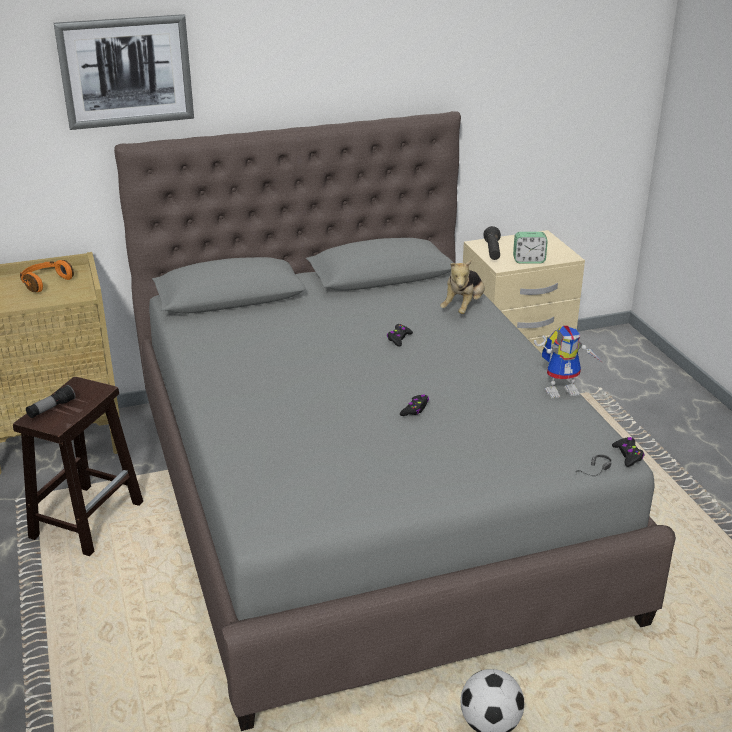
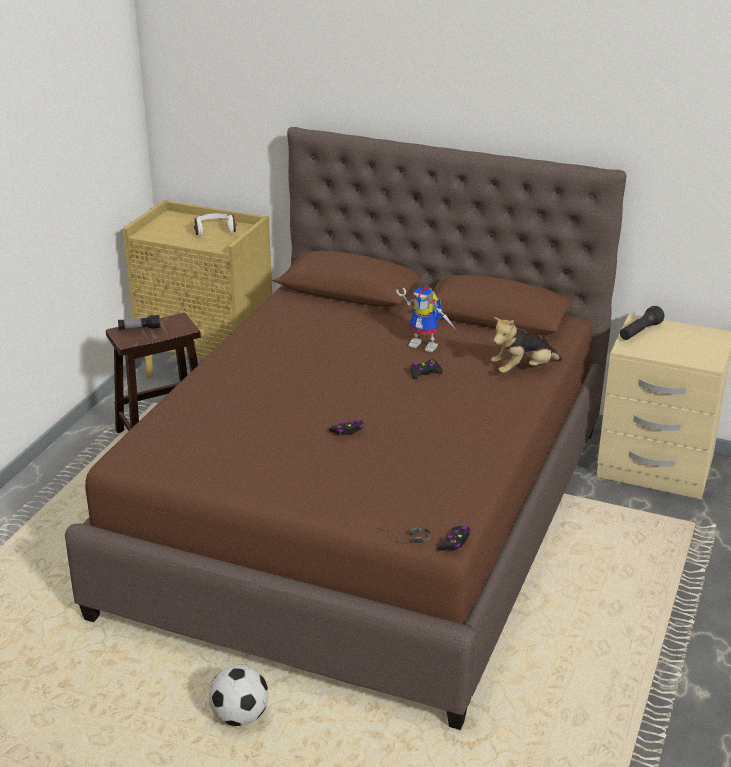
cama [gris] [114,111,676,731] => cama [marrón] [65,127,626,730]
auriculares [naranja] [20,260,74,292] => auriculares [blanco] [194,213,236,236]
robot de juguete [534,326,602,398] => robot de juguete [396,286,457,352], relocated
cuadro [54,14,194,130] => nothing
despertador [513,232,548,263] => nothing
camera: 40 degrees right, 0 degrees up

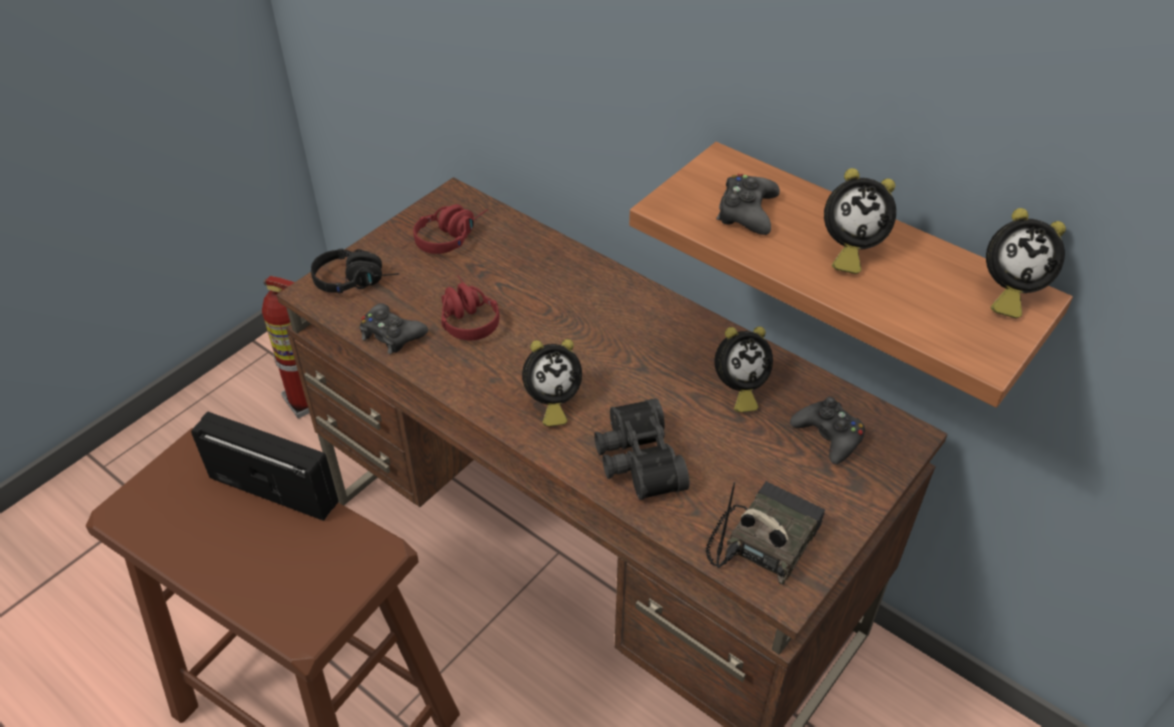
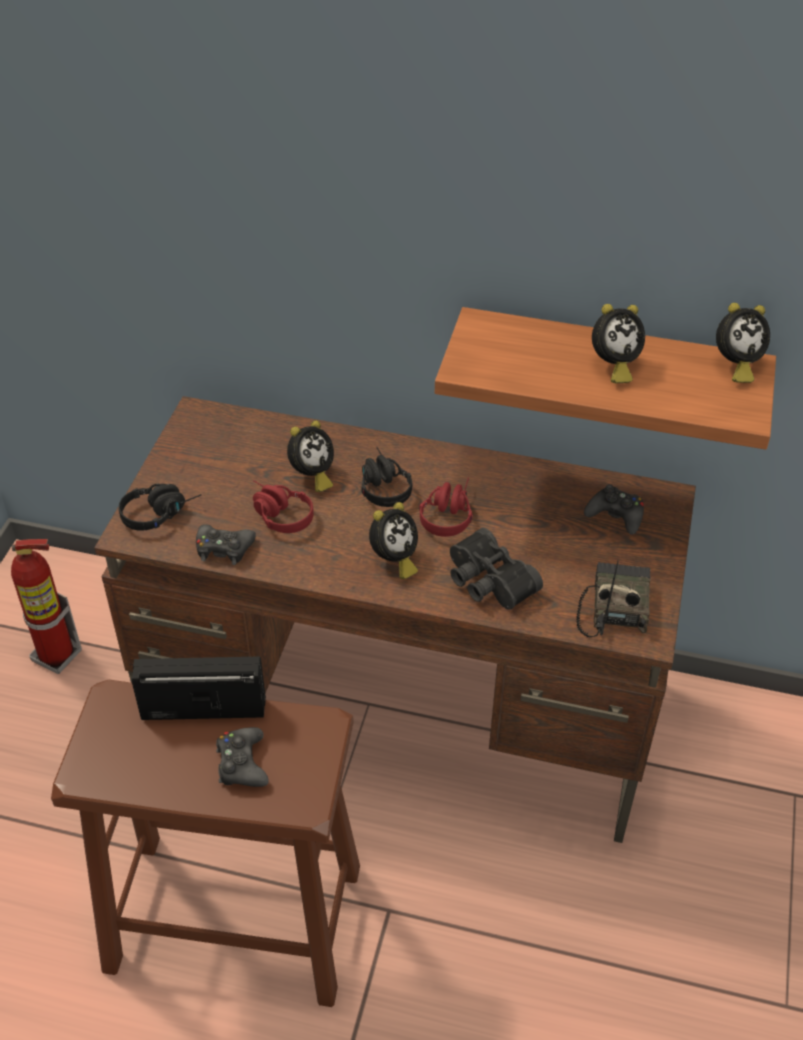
mando de consola [negro] [716,174,780,235] => mando de consola [negro] [216,727,269,787], relocated
despertador [714,326,773,412] => despertador [287,420,334,492], relocated
nothing => auriculares [negro] [361,447,412,507]
auriculares [rojo] [413,204,488,254] => auriculares [rojo] [420,478,473,537], relocated
camera: 25 degrees left, 0 degrees up

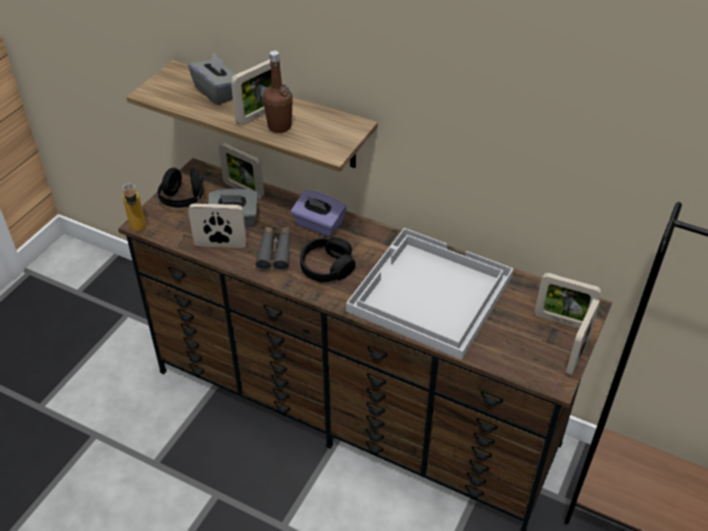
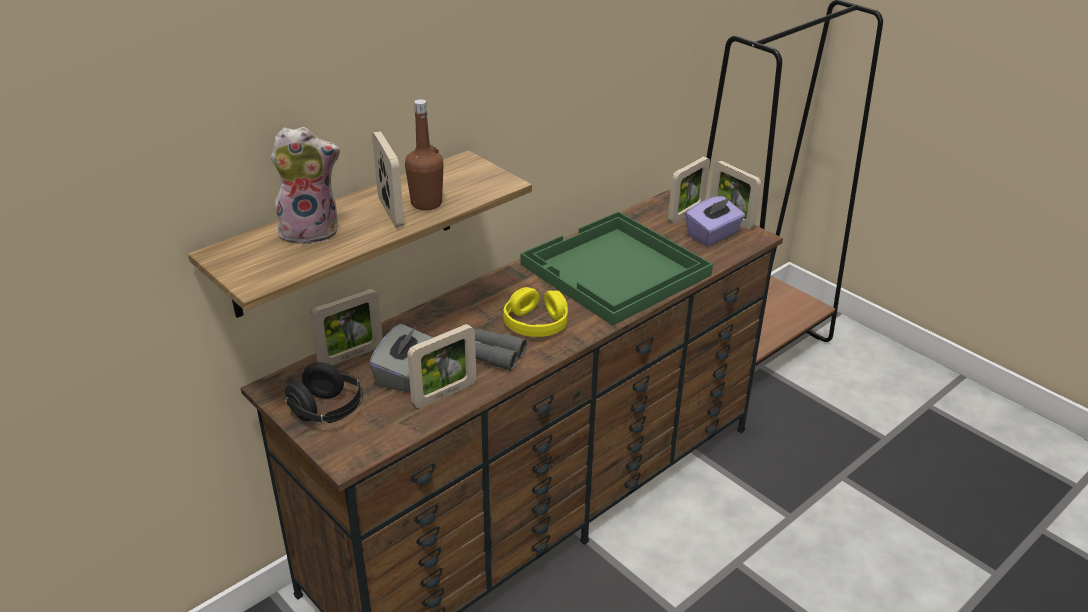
caja de pañuelos [gris] [188,53,236,105] => peluche [271,127,340,245]
portarretratos [188,204,247,248] => portarretratos [407,324,476,408], 150 degrees counterclockwise
auriculares [negro] [300,237,355,282] => auriculares [amarillo] [503,287,568,337]
bandeja [blanco] [346,228,514,360] => bandeja [verde] [520,211,713,326]
caja de pañuelos [morado] [291,190,347,237] => caja de pañuelos [morado] [685,196,745,246], relocated
botella [122,183,146,232] => nothing
camera: 70 degrees left, 10 degrees down

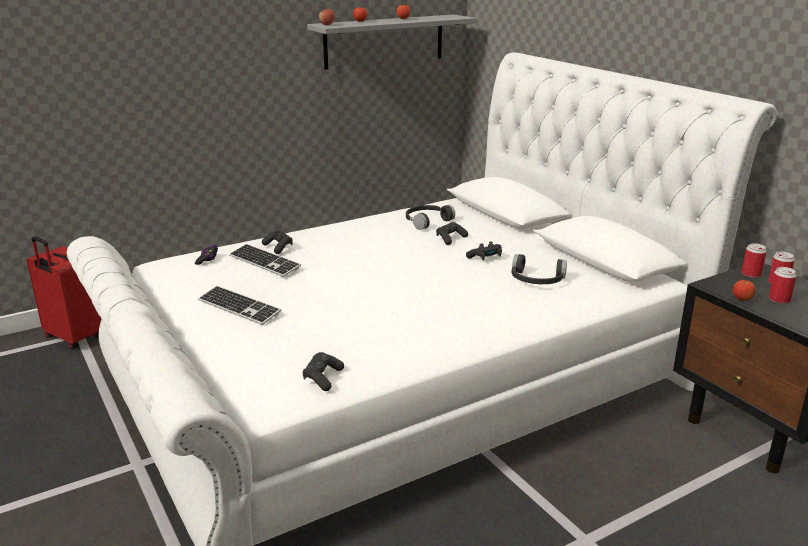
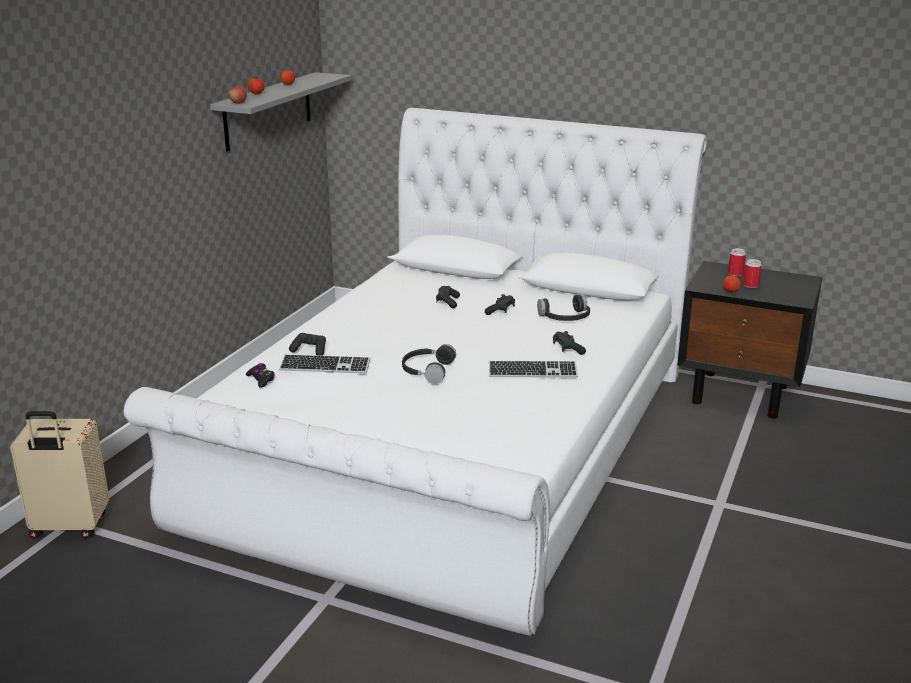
maleta [rojo] [27,236,101,350] => maleta [beis] [10,411,110,538]
auriculares [negro] [406,205,455,230] => auriculares [negro] [402,344,456,384], relocated
teclado [198,286,281,325] => teclado [489,361,578,378], relocated
mando de consola [negro] [303,352,344,391] => mando de consola [negro] [553,331,586,355], relocated
lata [741,243,767,278] => nothing
camera: 35 degrees left, 0 degrees up

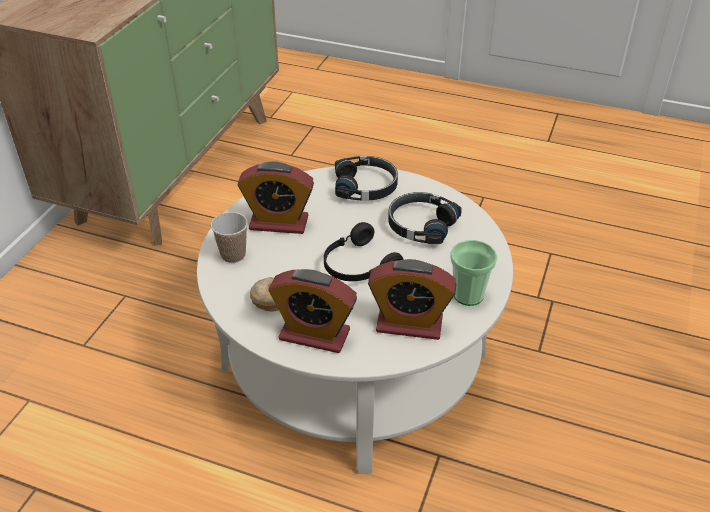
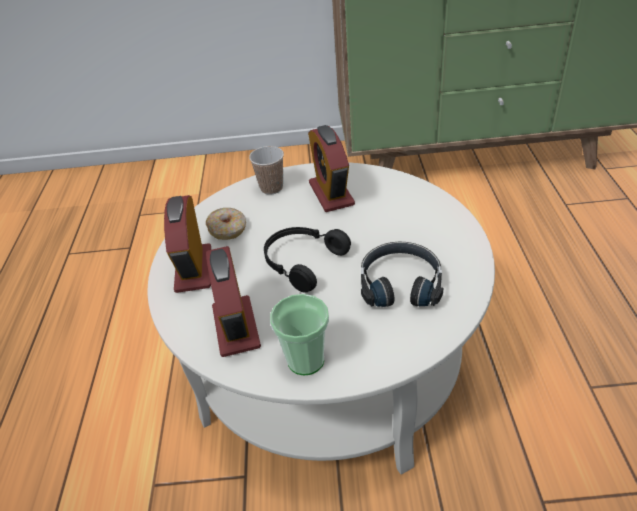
auriculares [negro] [335,156,398,200] => nothing
camera: 70 degrees right, 0 degrees up

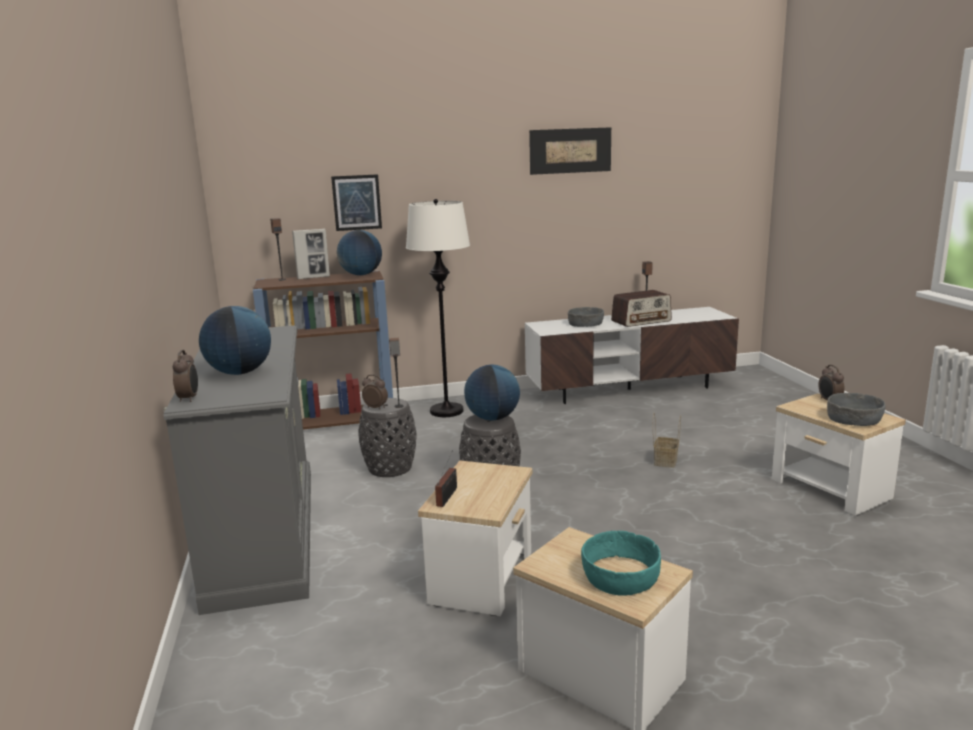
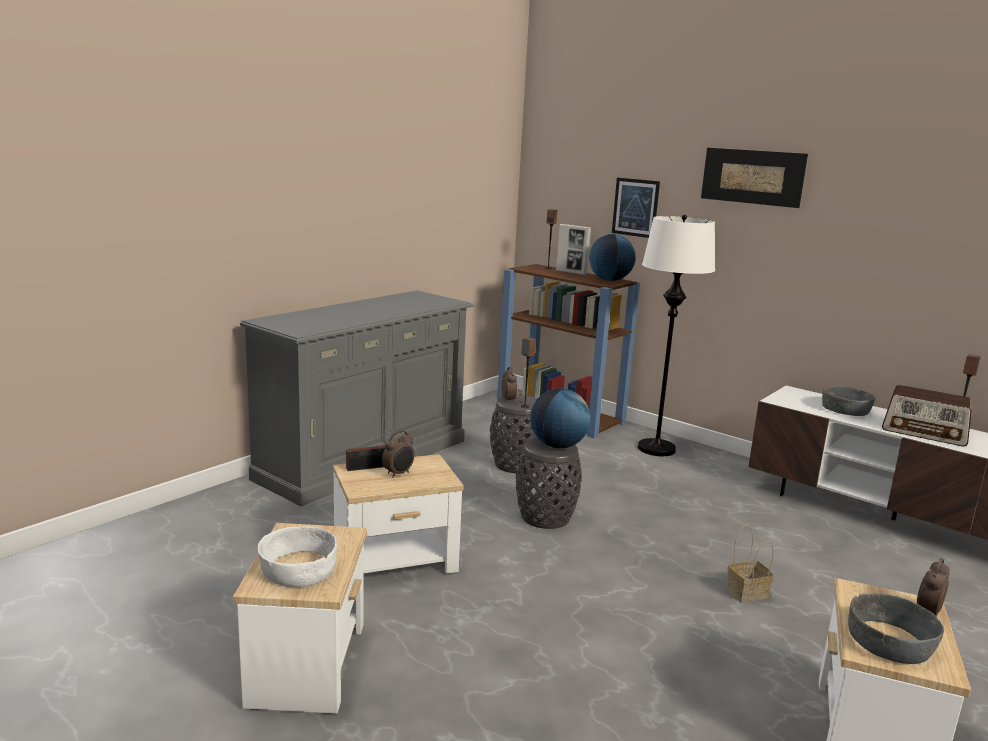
cuenco [turquesa] [581,531,661,596] => cuenco [blanco] [258,526,337,588]
despertador [173,350,198,402] => despertador [382,430,415,478], relocated
cuadro [529,127,611,175] => cuadro [701,148,808,208], relocated
globo terráqueo [199,306,271,375] => nothing
camera: 50 degrees right, 0 degrees up

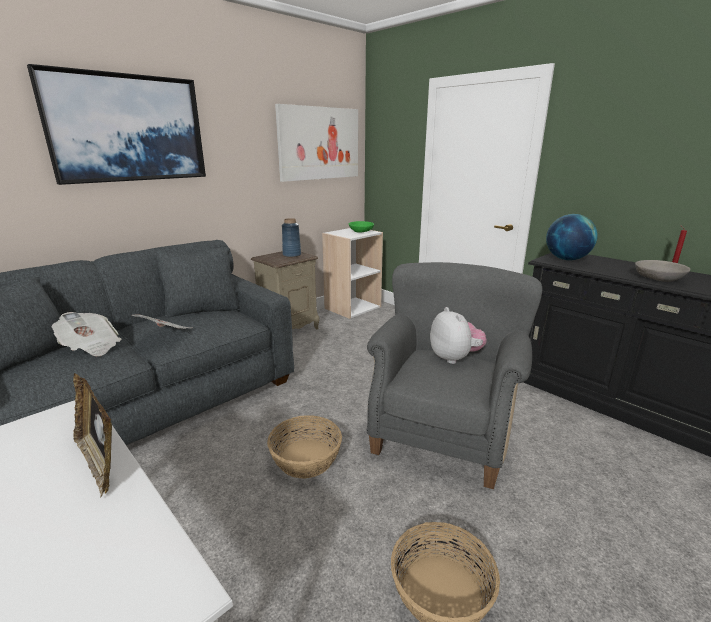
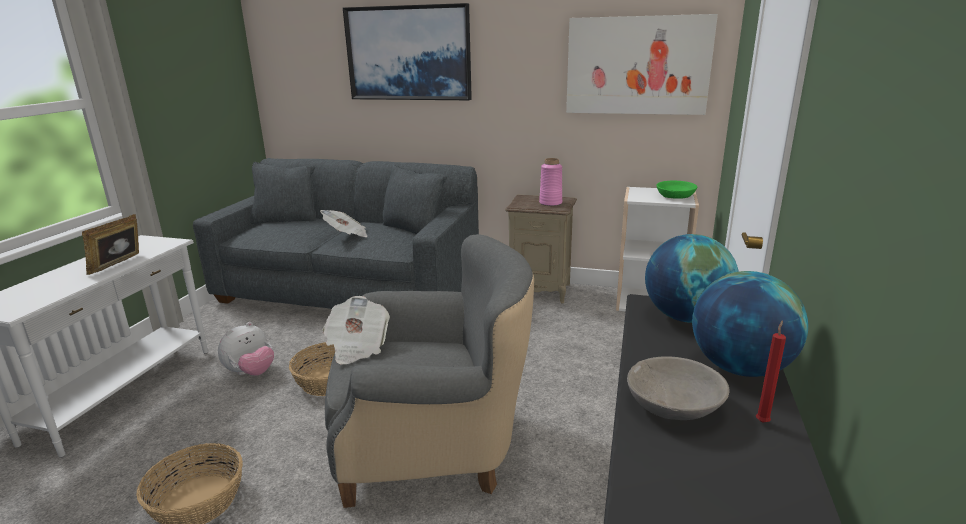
peluche [430,307,486,364] => peluche [218,322,274,376], relocated
periódico [52,312,121,356] => periódico [323,296,390,365], relocated
florero [azul] [282,218,301,257] => florero [rosa] [539,158,562,206]
nothing => globo terráqueo [692,271,808,377]
camera: 60 degrees right, 0 degrees up

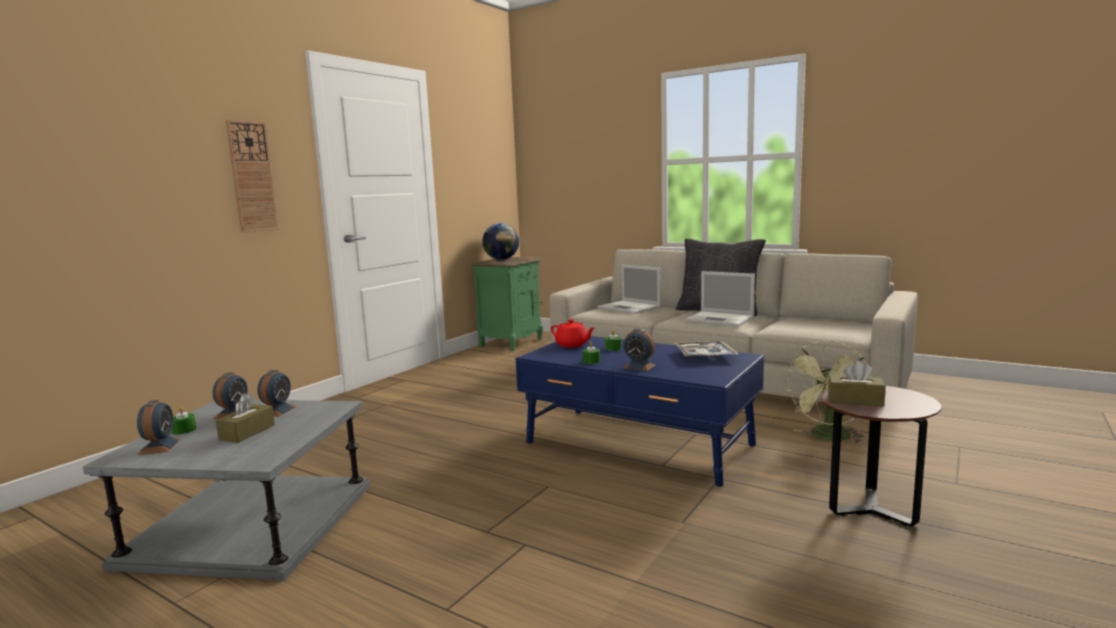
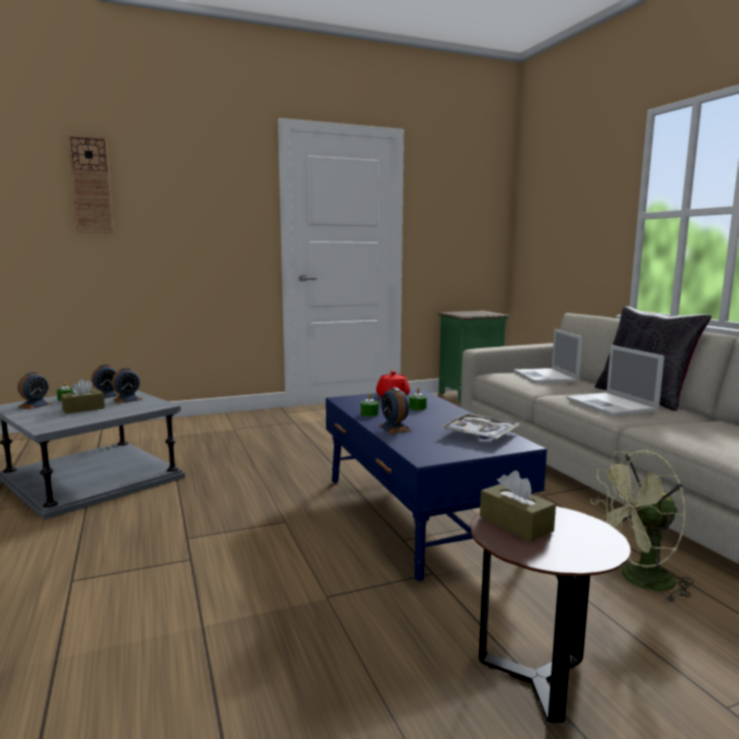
reloj de pared [226,120,279,233] => reloj de pared [67,135,114,233], relocated
globo terráqueo [482,223,519,260] => nothing
camera: 35 degrees right, 0 degrees up

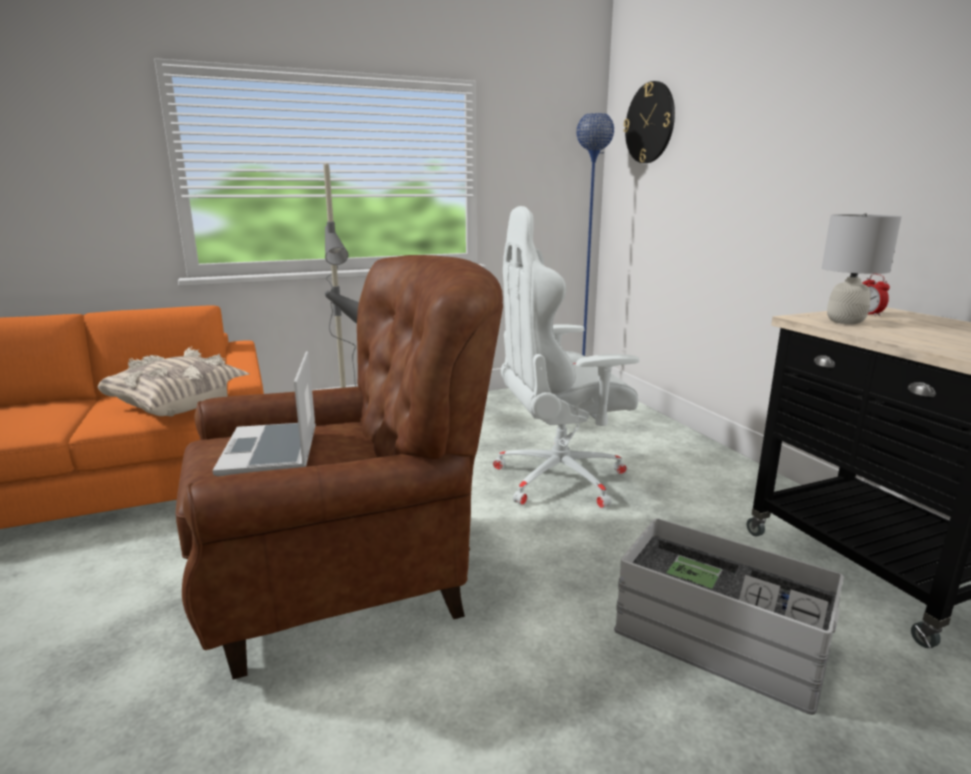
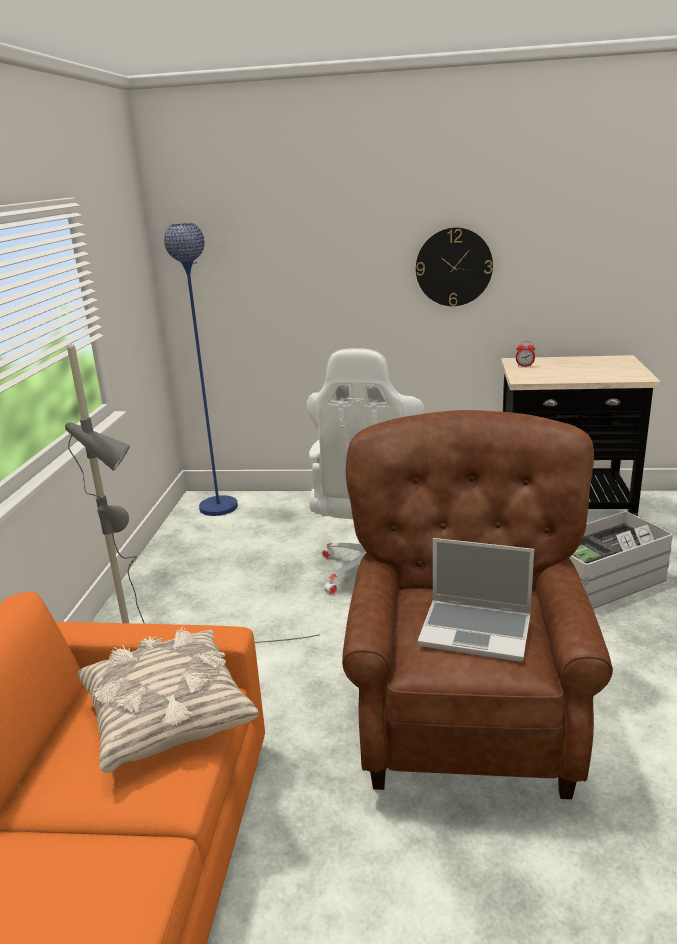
reloj de pared [623,81,675,163] => reloj de pared [416,228,493,306], relocated
lámpara de mesa [gris] [822,214,902,324] => nothing
camera: 60 degrees left, 5 degrees up

